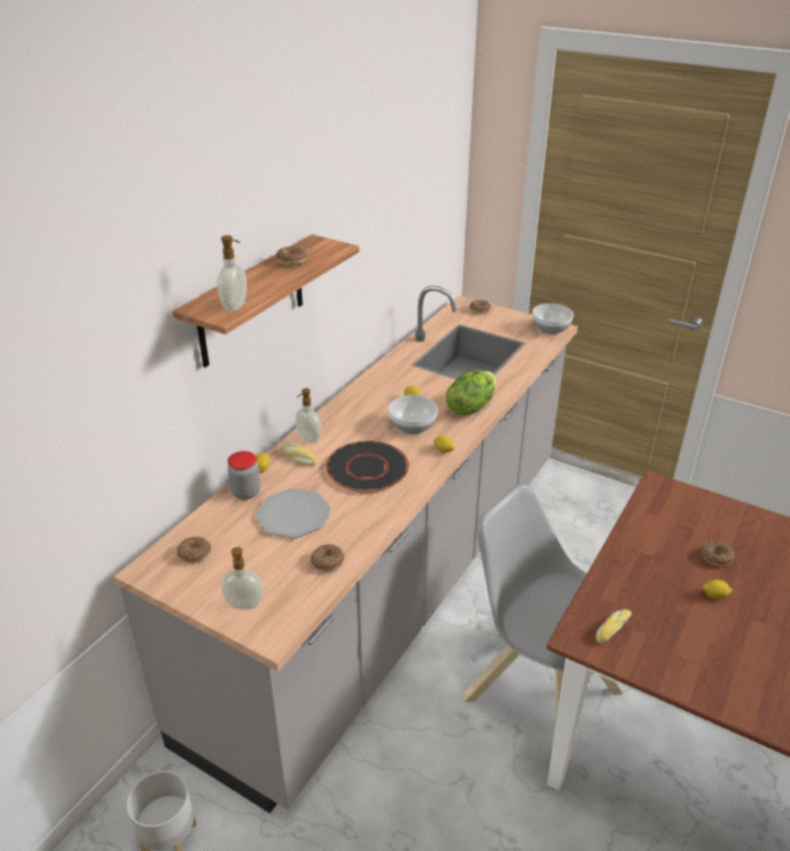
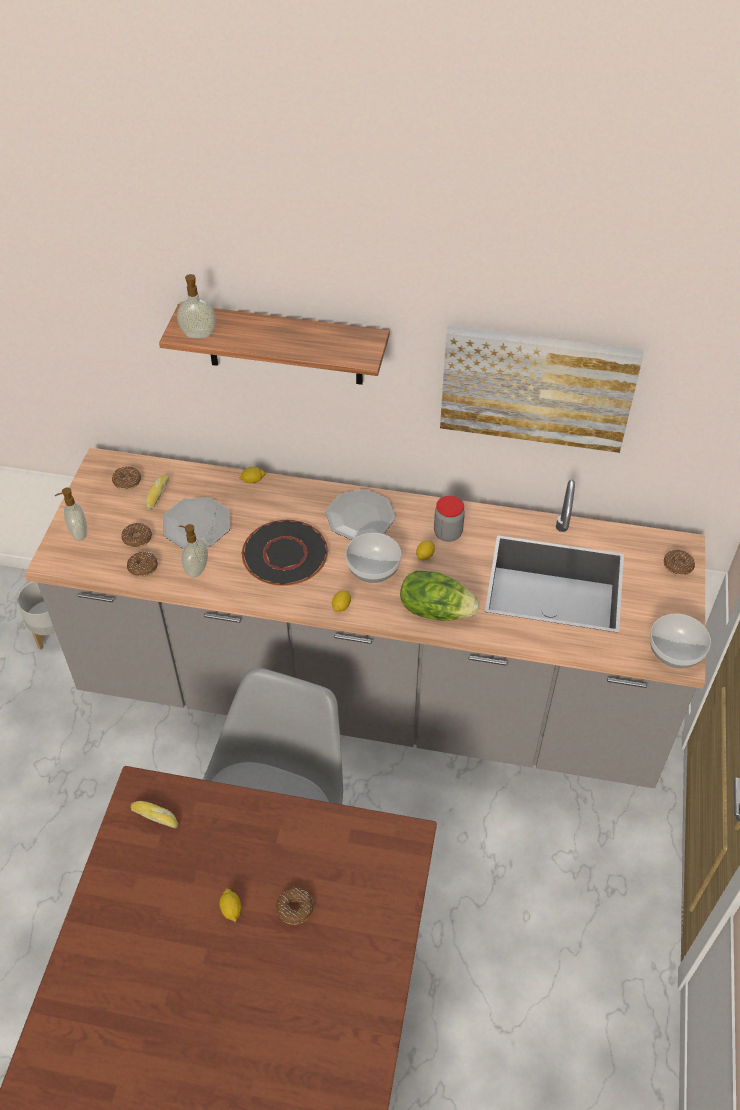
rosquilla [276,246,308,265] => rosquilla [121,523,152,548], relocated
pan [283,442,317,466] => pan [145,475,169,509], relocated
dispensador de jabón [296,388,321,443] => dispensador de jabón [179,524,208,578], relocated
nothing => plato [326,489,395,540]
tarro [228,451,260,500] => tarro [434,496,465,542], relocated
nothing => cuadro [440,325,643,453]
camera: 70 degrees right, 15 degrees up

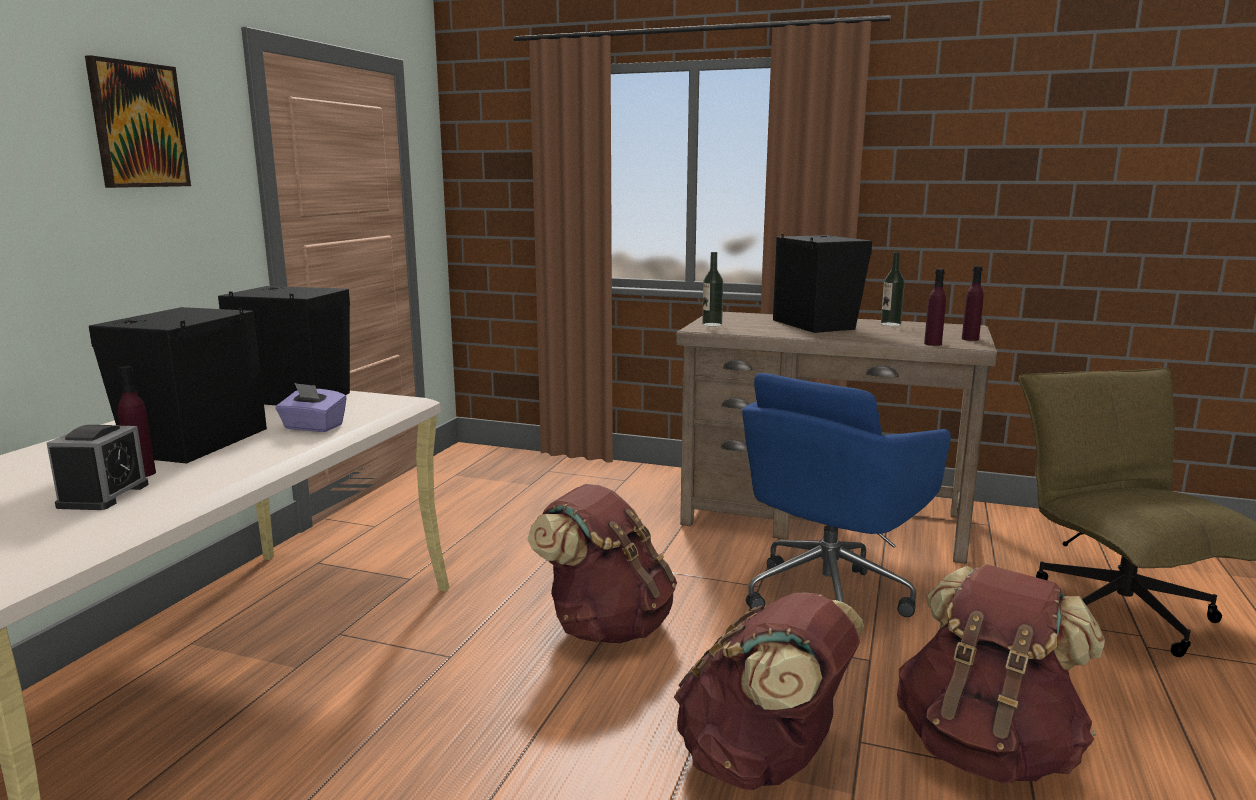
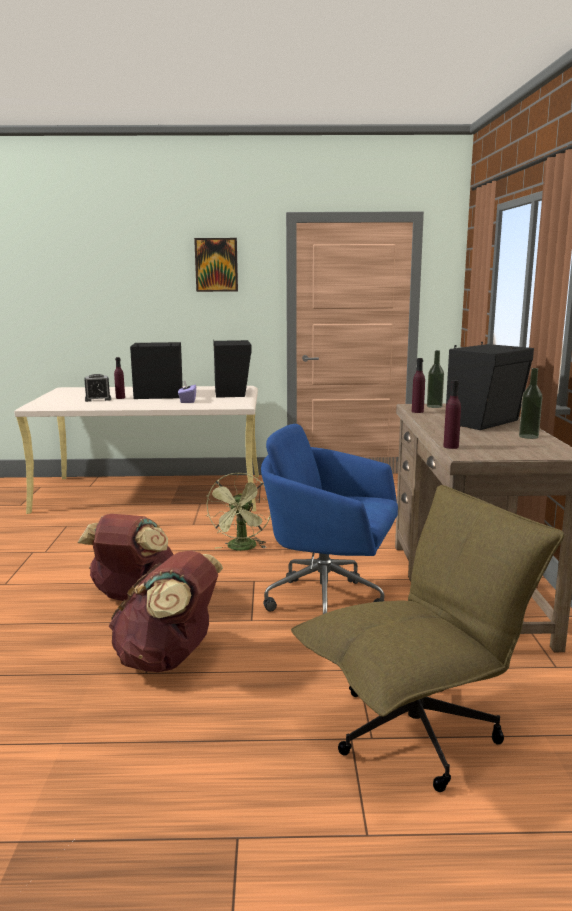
mochila [marrón] [527,484,677,644] => ventilador [verde] [206,472,271,551]
botella [morado] [962,266,984,341] => botella [morado] [412,358,425,413], relocated
camera: 70 degrees right, 0 degrees up

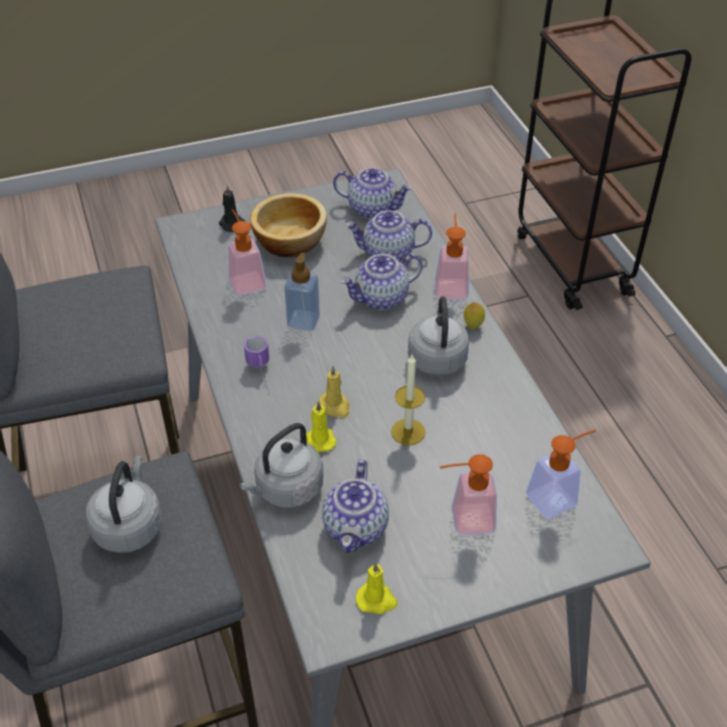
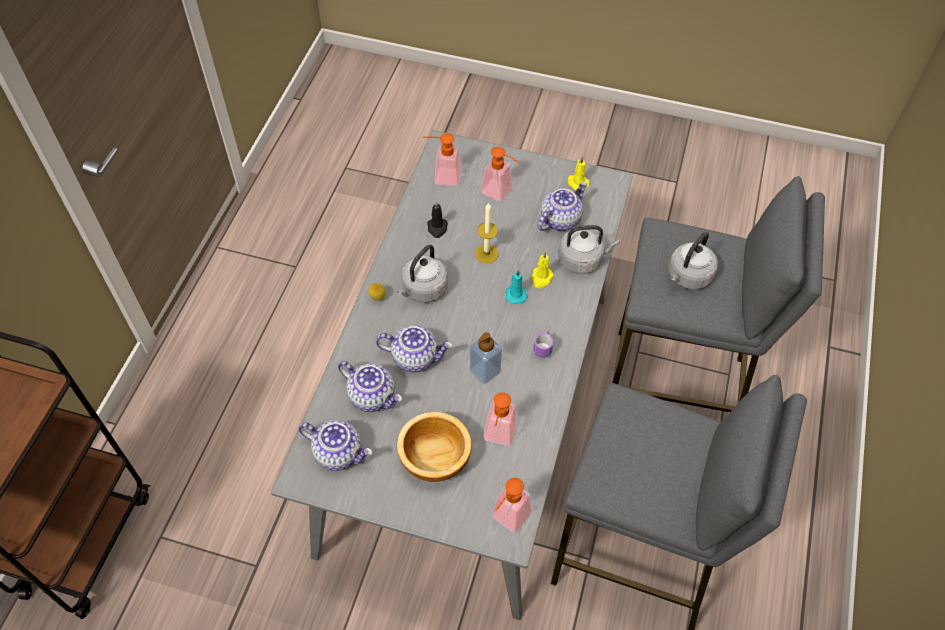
tetera [333,168,413,219] => tetera [299,420,373,471], 150 degrees clockwise
vela [negro] [219,185,245,232] => vela [negro] [427,201,448,238], relocated
dispensador de jabón [435,213,469,300] => dispensador de jabón [492,478,532,532], relocated
vela [amarillo] [319,366,350,418] => vela [turquesa] [506,270,527,304]
camera: 145 degrees left, 10 degrees up

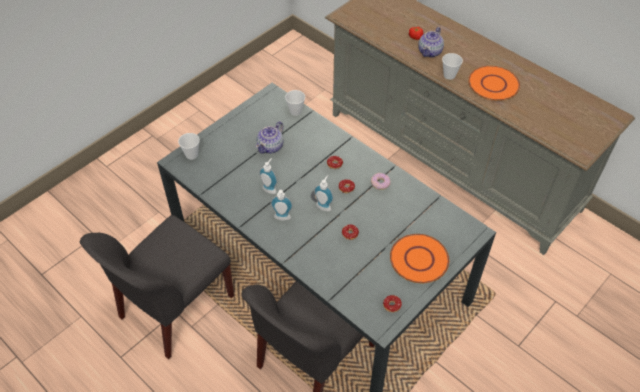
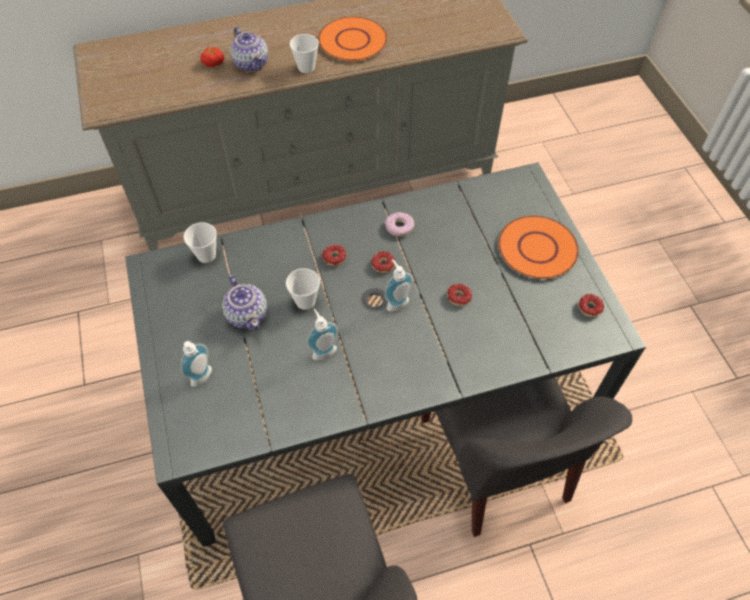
dispensador de jabón [270,190,293,220] => dispensador de jabón [180,341,212,387], relocated
taza [178,133,200,160] => taza [286,268,320,310], relocated
camera: 60 degrees left, 5 degrees up

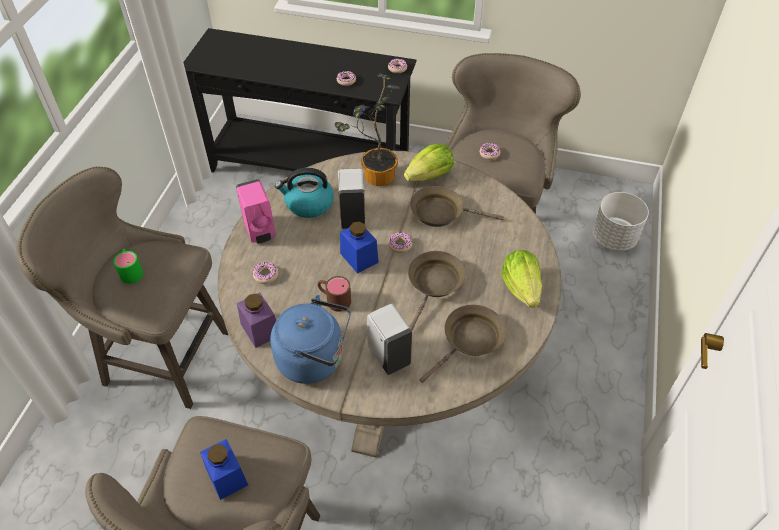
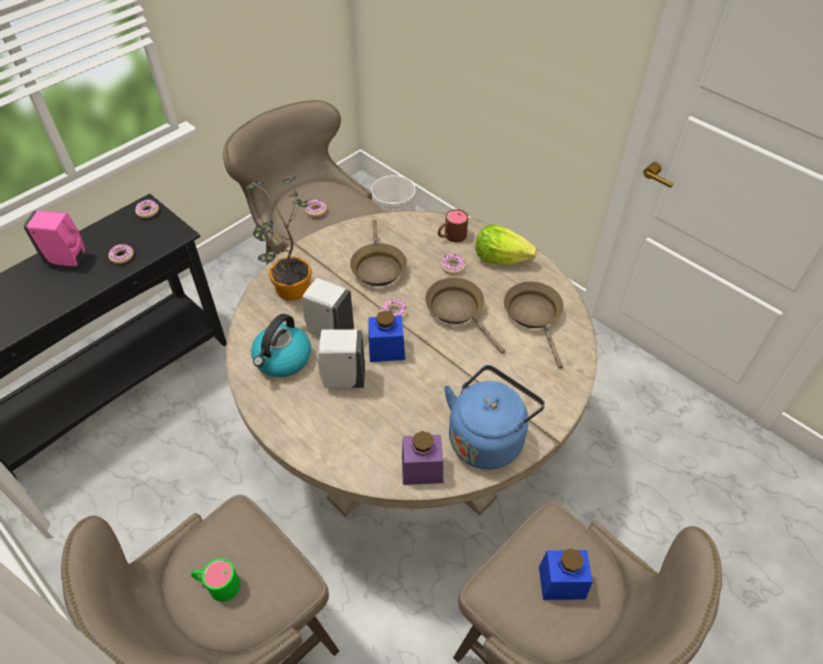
dispensador de jabón [rosa] [236,179,275,244] => dispensador de jabón [rosa] [23,211,85,267], relocated
dispensador de jabón [blanco] [367,304,412,375] => dispensador de jabón [blanco] [317,329,365,388], relocated
sartén [marrón] [410,186,504,227] => sartén [marrón] [350,220,407,286], 45 degrees counterclockwise
taza grande [marrón] [318,276,351,312] => taza grande [marrón] [438,209,468,243], relocated
rosquilla [253,262,278,284] => rosquilla [441,254,466,275], relocated
lechuga [404,144,454,181] => nothing
camera: 60 degrees left, 0 degrees up

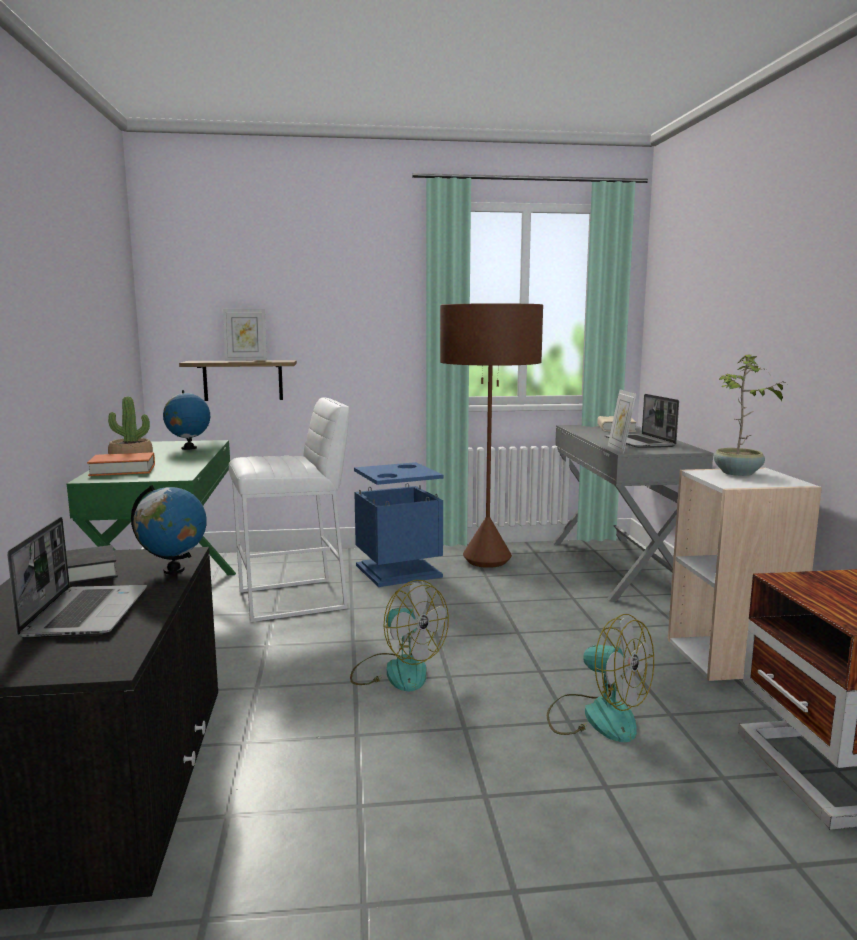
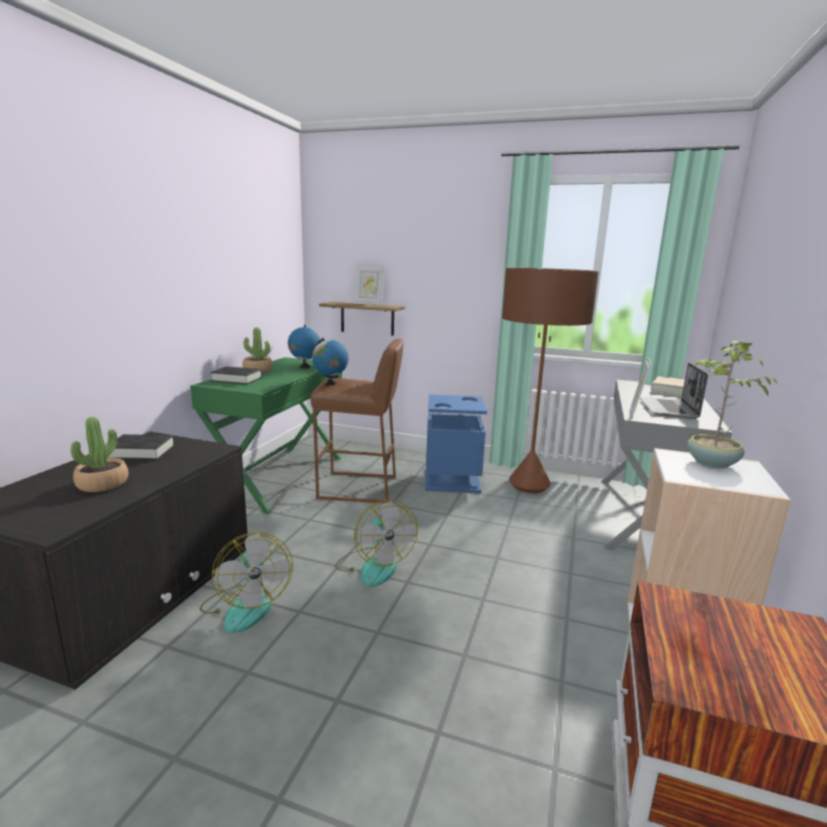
portátil [7,517,147,638] => planta en maceta [71,417,129,492]
ventilador [547,614,654,742] => ventilador [200,532,293,634], relocated
libro [naranja] [87,452,155,476] => libro [negro] [210,367,262,384]
taburete [blanco] [229,397,349,622] => taburete [marrón] [311,339,404,503]
globo terráqueo [131,485,207,574] => globo terráqueo [312,338,349,385], relocated
camera: 25 degrees right, 5 degrees up

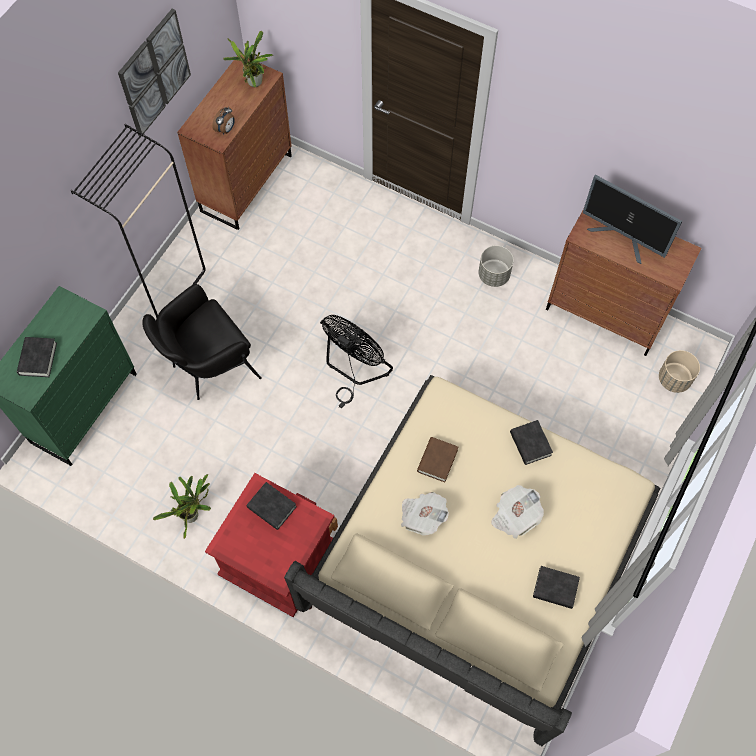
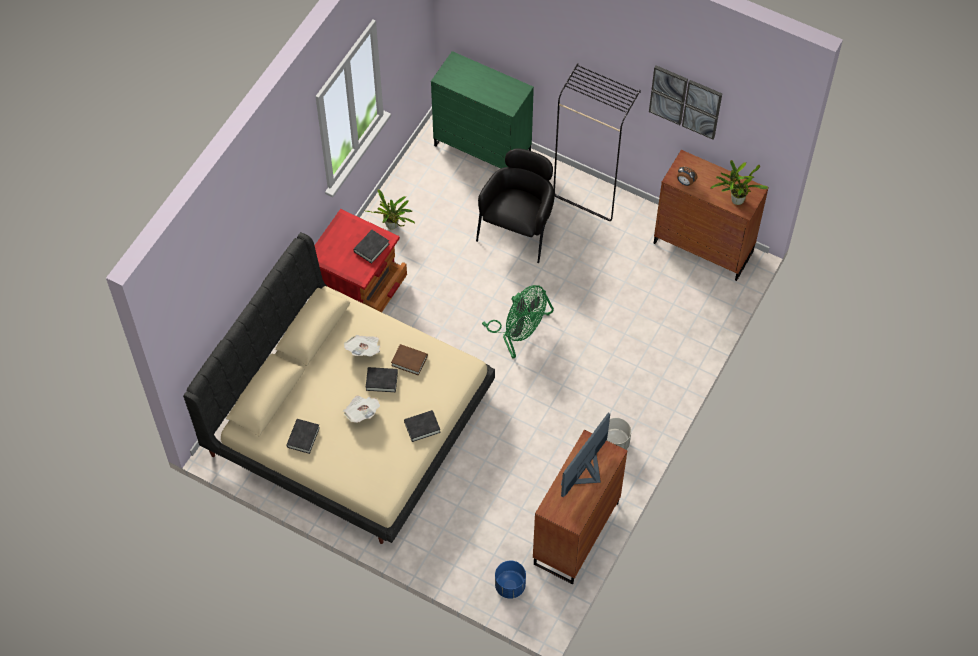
libro [negro] [17,337,57,377] => libro [negro] [366,367,398,392], relocated
sillón [negro] [142,284,262,400] => sillón [negro] [476,148,555,263], 60 degrees clockwise
ventilador [negro] [320,315,393,408] => ventilador [verde] [482,285,554,359]
maceta [beis] [659,350,700,393] => maceta [azul] [495,561,526,599]
camera: 90 degrees right, 5 degrees down

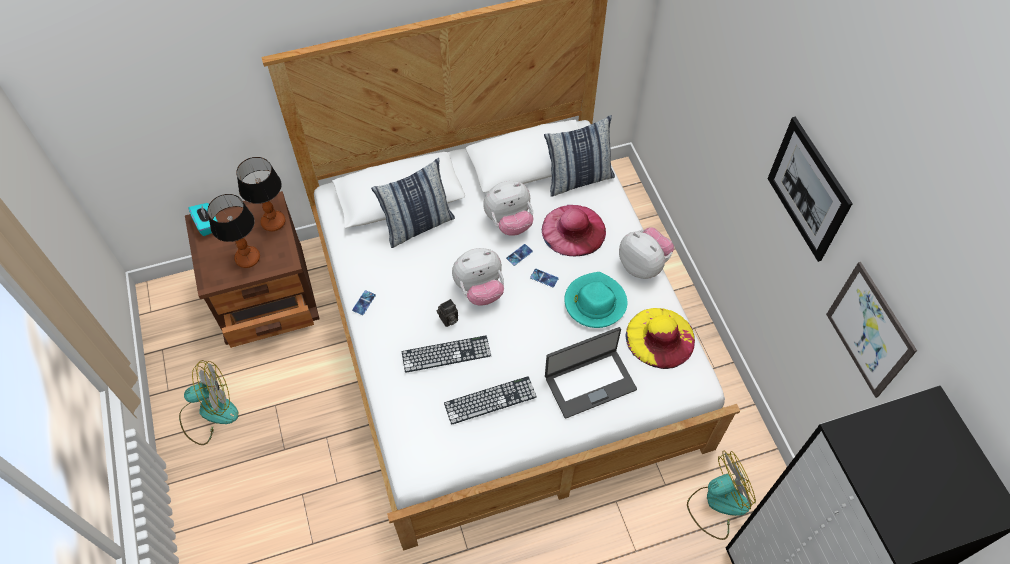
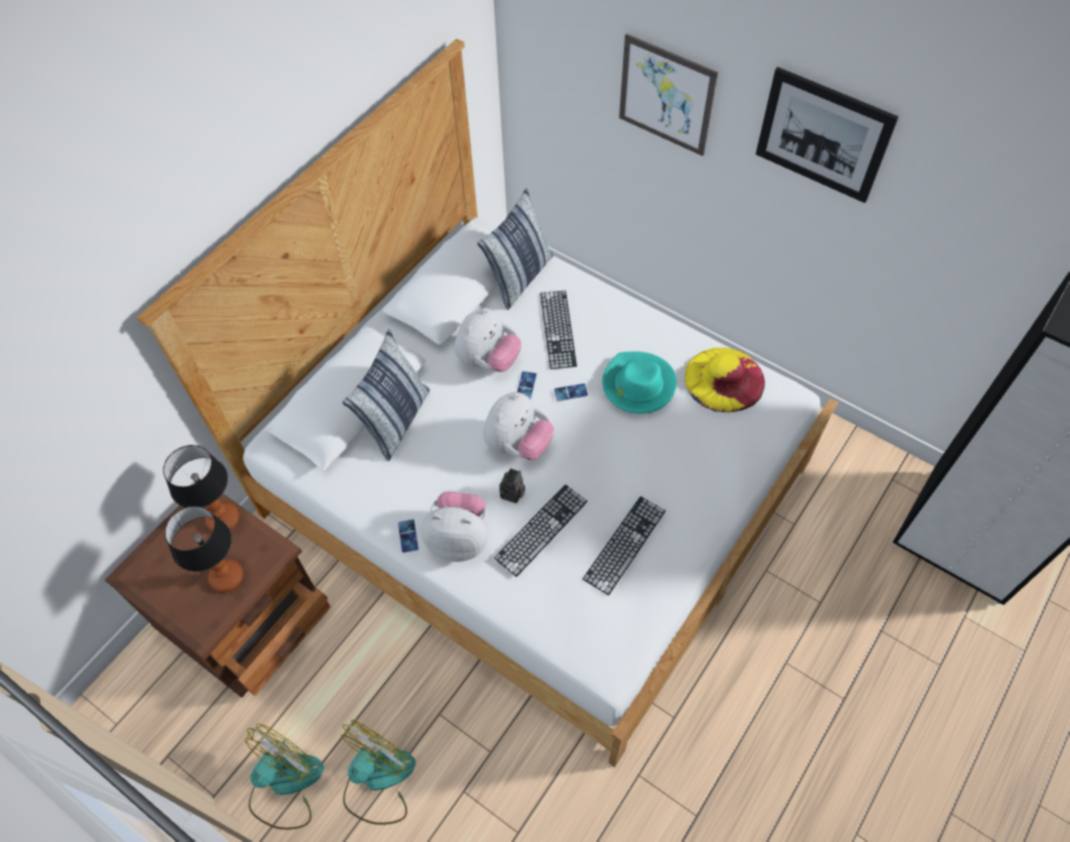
ventilador [687,451,756,540] => ventilador [341,720,416,825], relocated
peluche [619,227,674,279] => peluche [421,491,488,562], relocated
sombrero [rosa] [542,205,606,256] => teclado [540,291,577,369]
cuadro [826,262,917,398] => cuadro [619,34,718,156], relocated
caja de pañuelos [turquesa] [189,203,218,236] => nothing
portátil [545,327,637,419] => nothing
camera: 35 degrees left, 0 degrees up

